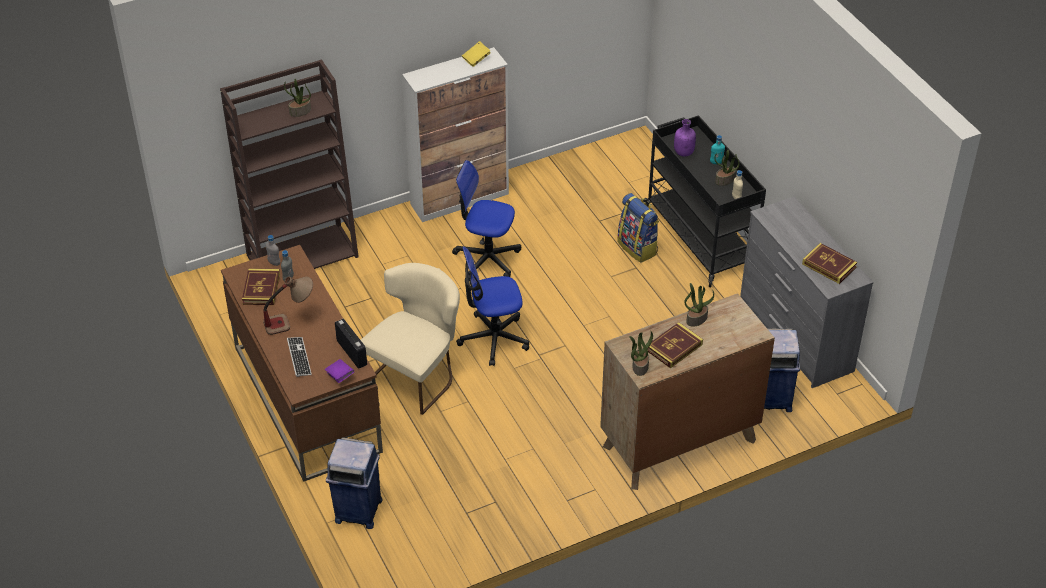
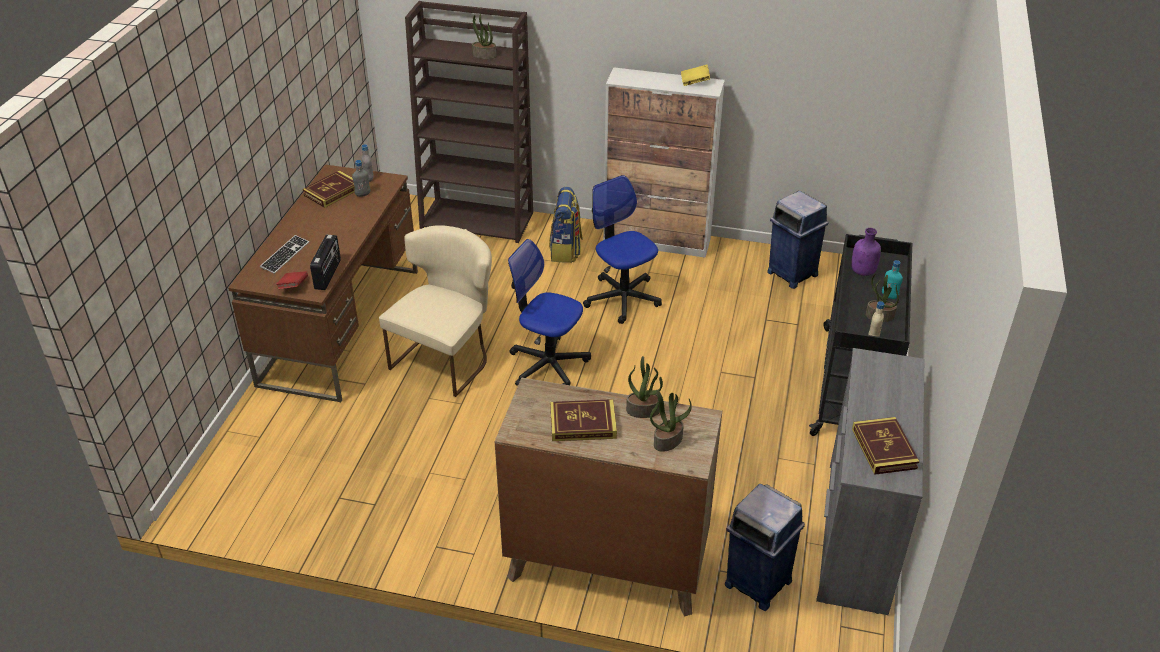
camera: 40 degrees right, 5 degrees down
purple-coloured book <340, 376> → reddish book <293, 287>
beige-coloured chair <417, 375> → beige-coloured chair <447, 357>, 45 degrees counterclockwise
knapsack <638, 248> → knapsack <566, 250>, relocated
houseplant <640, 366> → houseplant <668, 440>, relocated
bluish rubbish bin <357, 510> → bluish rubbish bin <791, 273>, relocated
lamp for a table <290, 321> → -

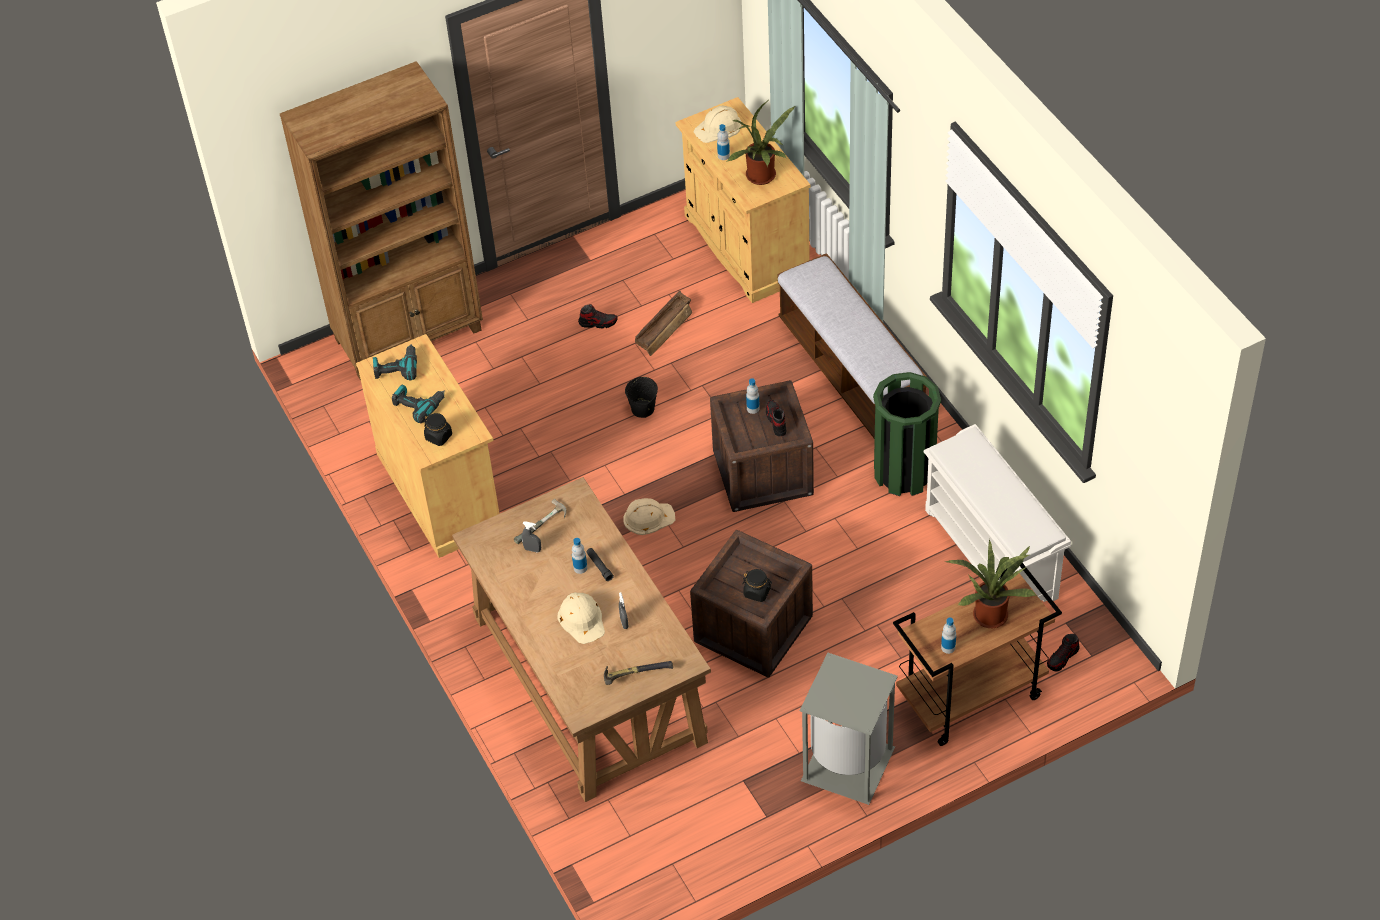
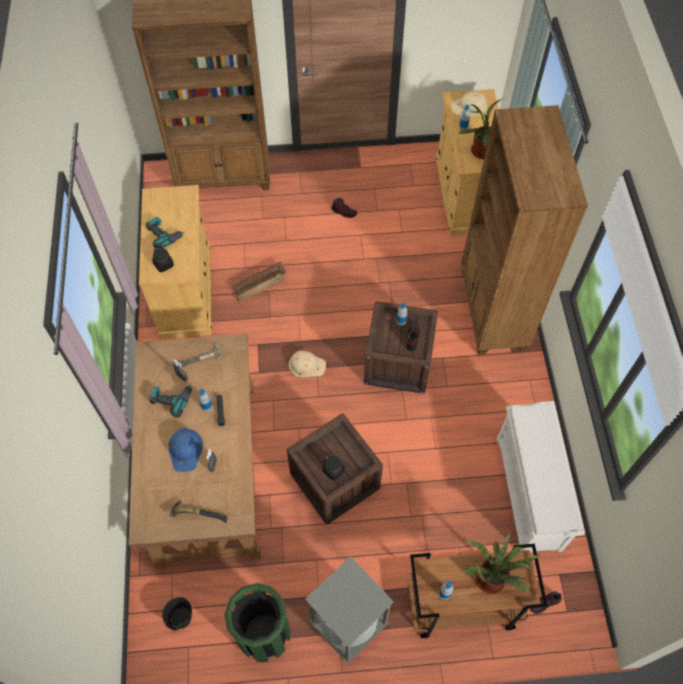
camera: 20 degrees right, 10 degrees up
electric drill <396, 367> → electric drill <172, 399>, relocated
black water bucket <643, 409> → black water bucket <181, 618>, relocated
beige-coloured work helmet <582, 619> → bluish work helmet <186, 449>
green-coloured rubbish bin <904, 472> → green-coloured rubbish bin <264, 634>, relocated
crate <665, 327> → crate <260, 284>, relocated
indoor bench <850, 372> → brown-coloured shelving unit <492, 311>

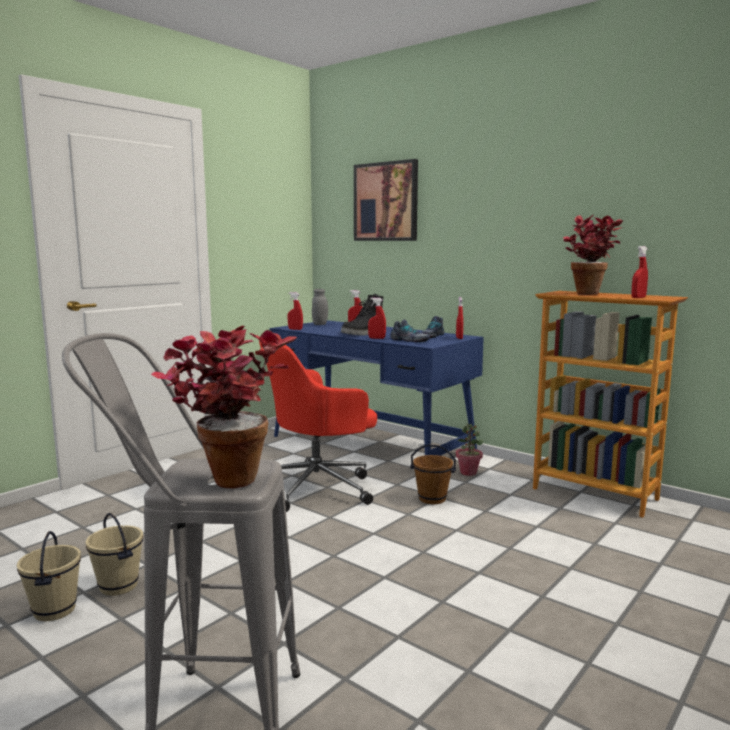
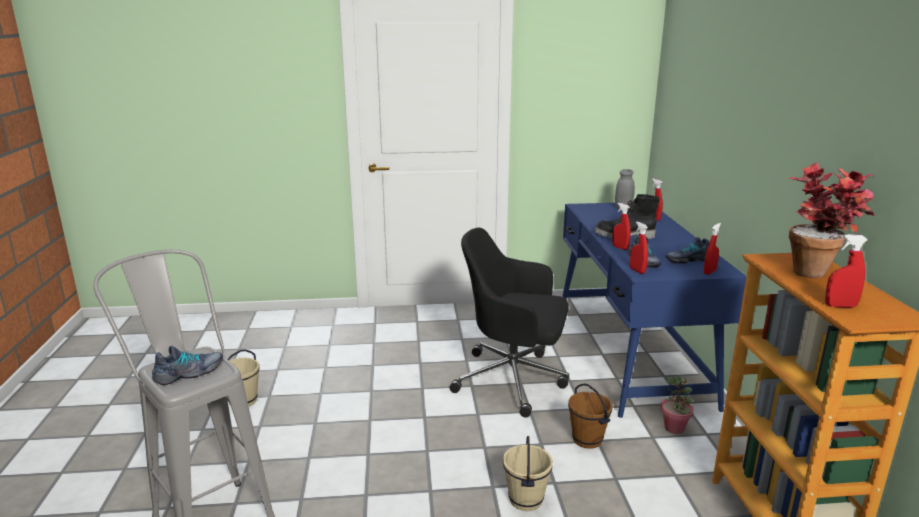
camera: 45 degrees right, 10 degrees up
houseplant <225, 476> → item of footwear <189, 373>
reddish office chair <318, 487> → black office chair <513, 380>
beige-coloured water bucket <119, 586> → beige-coloured water bucket <526, 500>, relocated
reddish sprayer <295, 329> → reddish sprayer <637, 271>, relocated
picture <386, 202> → -

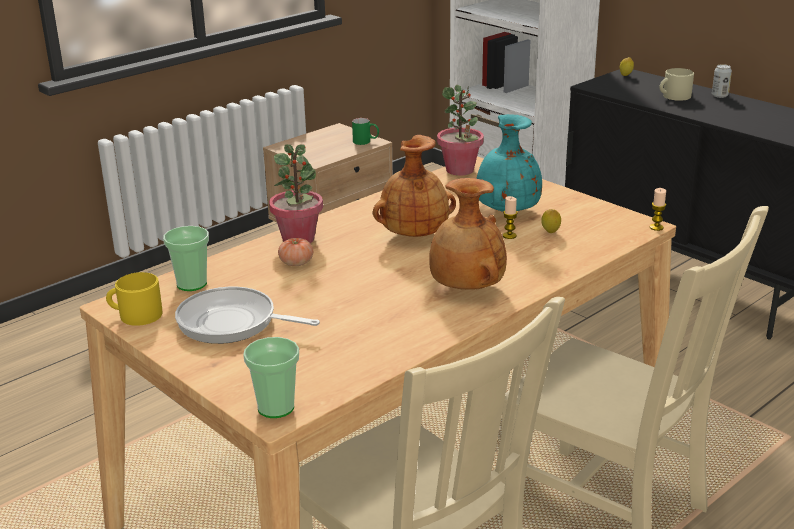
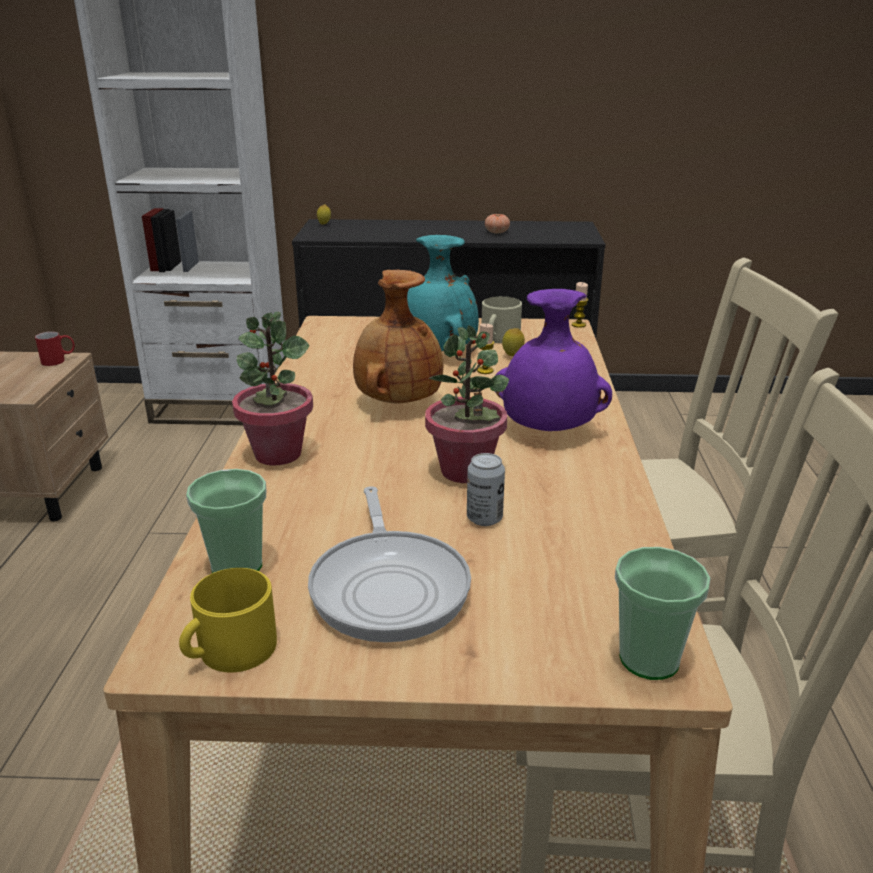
camera: 45 degrees left, 0 degrees up
green-coloured tea mug <366, 142> → reddish tea mug <59, 360>
pan <232, 323> → pan <389, 586>, 75 degrees counterclockwise
houseplant <460, 170> → houseplant <465, 471>, relocated
metal can <719, 95> → metal can <484, 518>, relocated
beige-coloured tea mug <673, 96> → beige-coloured tea mug <498, 338>, relocated
fresh tomato <296, 263> → fresh tomato <497, 232>, relocated
brown-coloured flower vase <466, 288> → purple-coloured flower vase <548, 430>

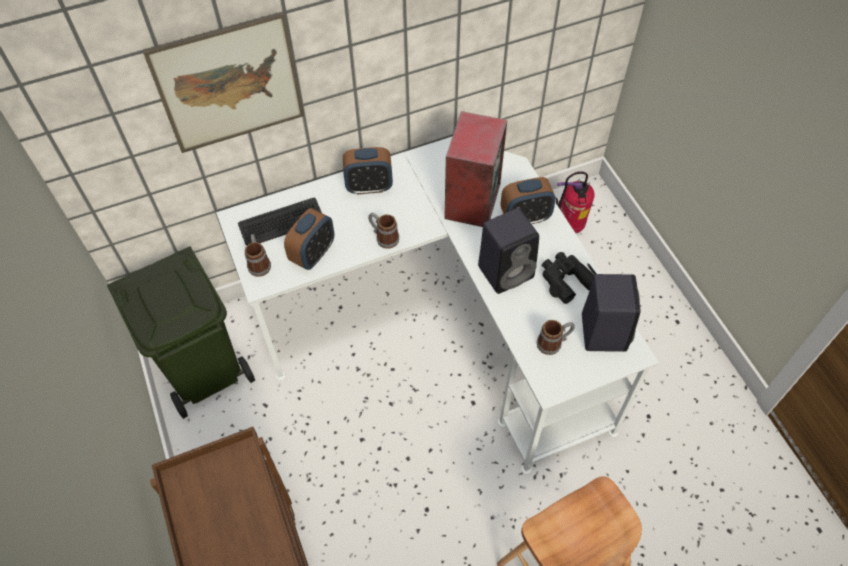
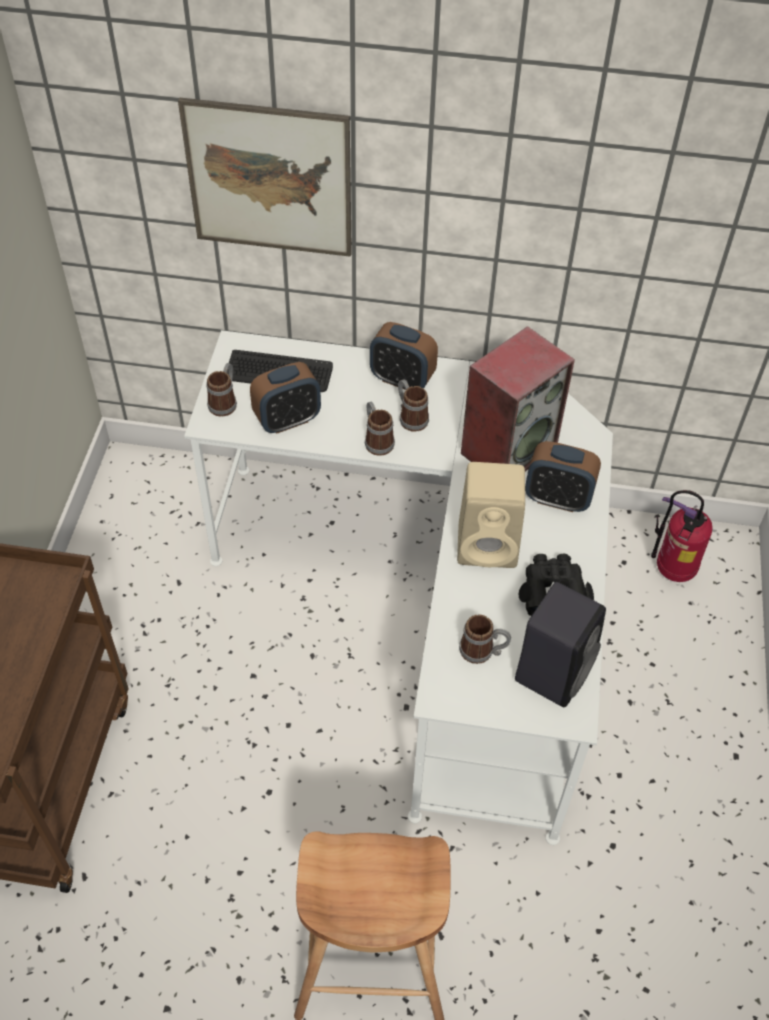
camera: 30 degrees right, 5 degrees down
- → tea mug <410, 417>
black audio speaker <507, 271> → beige-coloured audio speaker <489, 545>
green-coloured rubbish bin <206, 370> → -

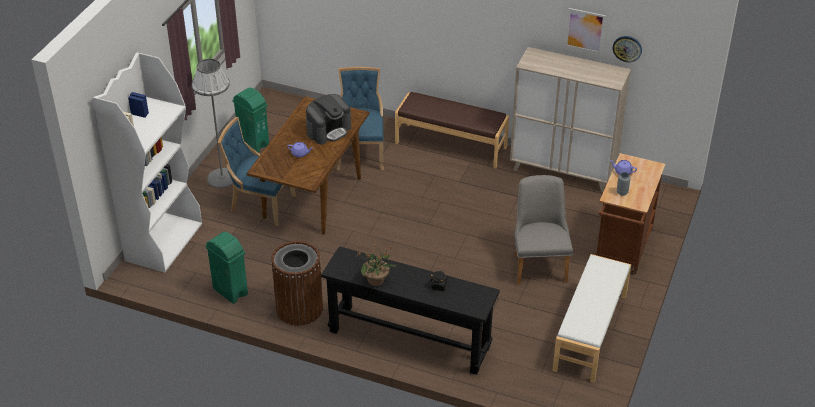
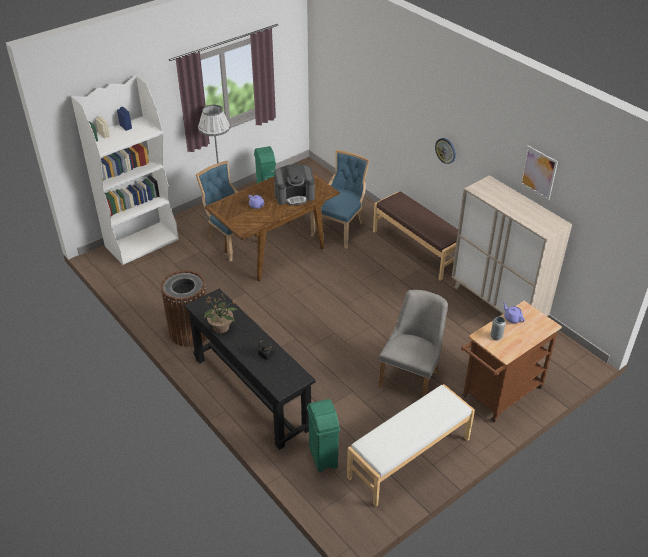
camera: 30 degrees right, 0 degrees up
green-coloured rubbish bin <230, 292> → green-coloured rubbish bin <323, 457>, relocated
hanging clock <627, 48> → hanging clock <446, 150>, relocated

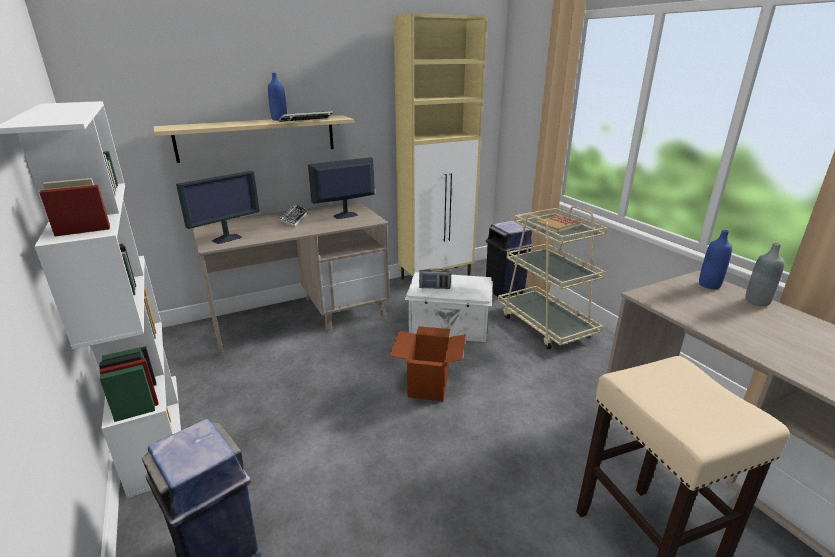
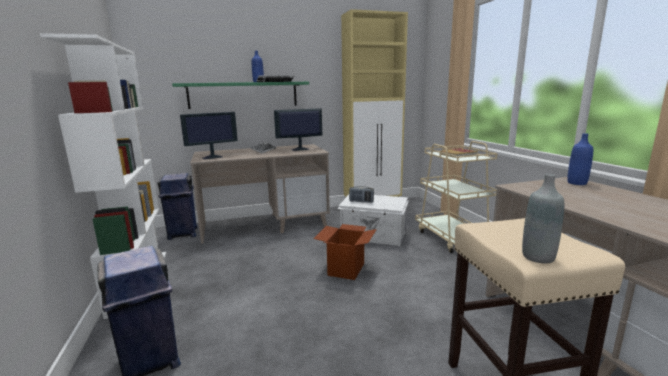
camera: 10 degrees right, 10 degrees down
bluish rubbish bin <504, 291> → bluish rubbish bin <182, 234>, relocated
beige-coloured shelf <257, 138> → green-coloured shelf <243, 95>
greyish drink bottle <757, 301> → greyish drink bottle <538, 257>, relocated

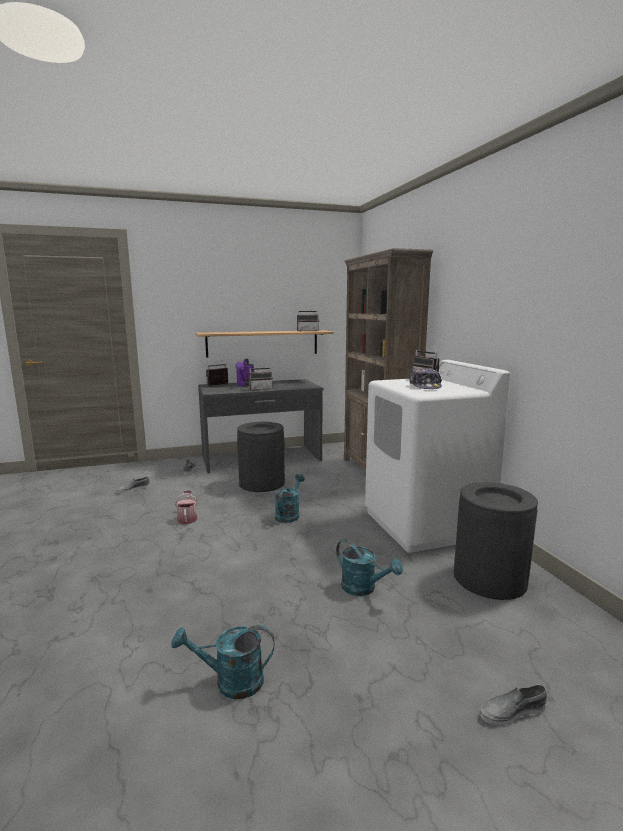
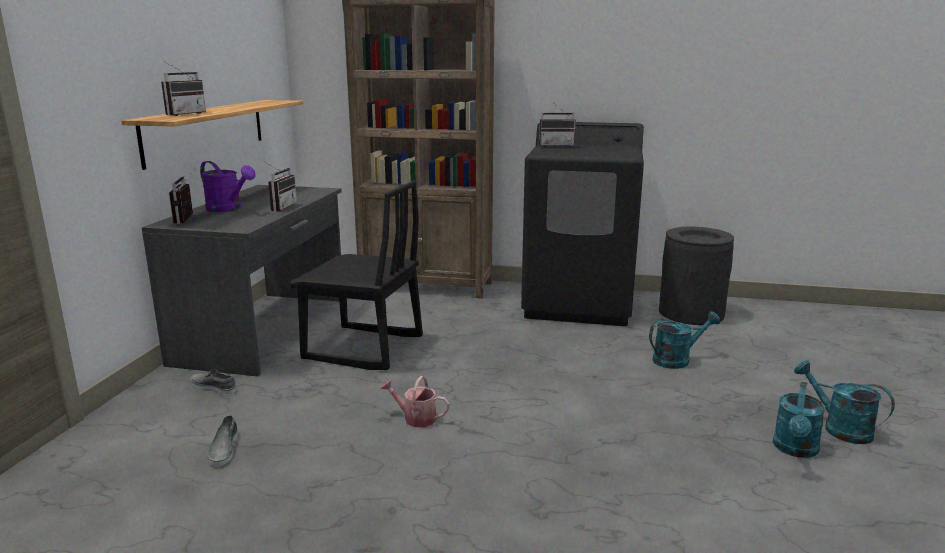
camera: 60 degrees left, 5 degrees up
radio set <307, 331> → radio set <183, 114>, relocated
black rubbish bin <261, 483> → black chair <363, 349>
white-coloured laundry machine <426, 524> → black laundry machine <579, 304>
turquoise-coloured watering pot <289, 514> → turquoise-coloured watering pot <839, 428>, relocated
cap <425, 386> → -
greyish item of footwear <512, 711> → -

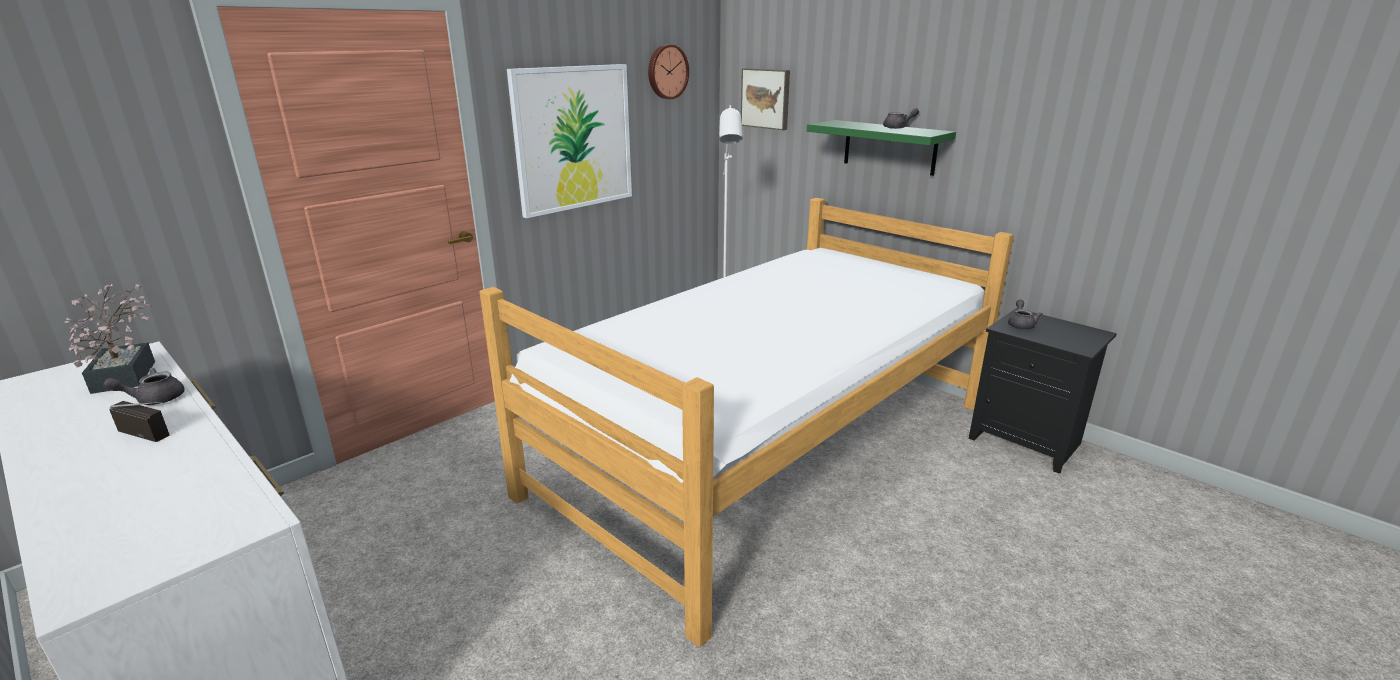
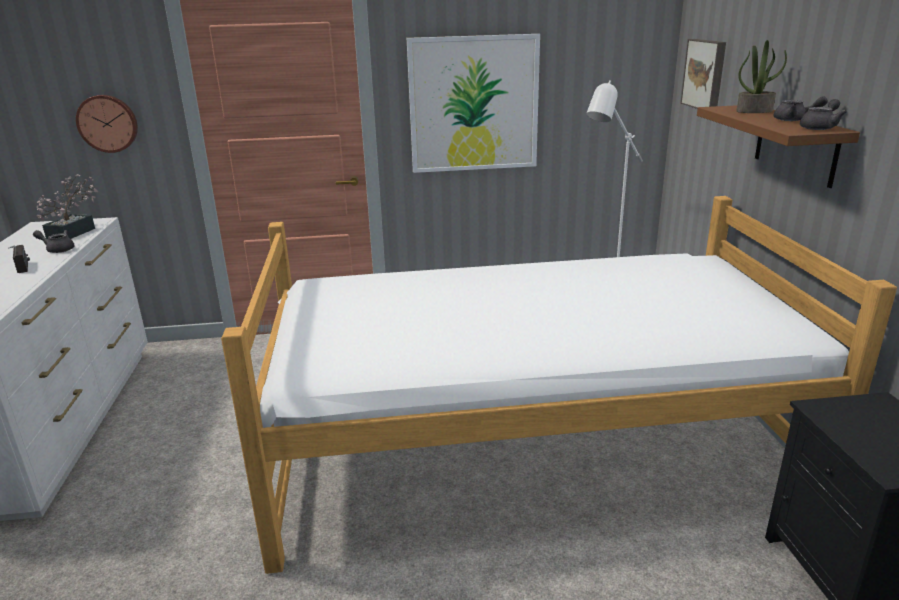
camera: 40 degrees right, 0 degrees up
hanging clock <667, 72> → hanging clock <108, 123>, relocated
green-coloured shelf <889, 147> → brown-coloured shelf <795, 144>
- → houseplant <754, 111>
greyish teapot <1021, 324> → greyish teapot <820, 127>, relocated

